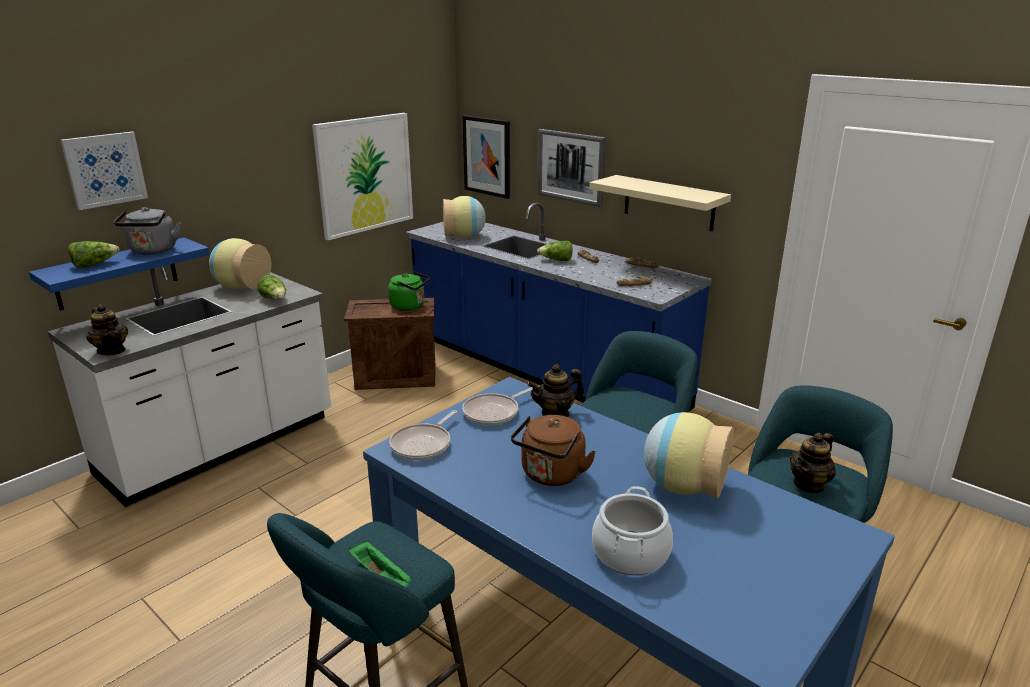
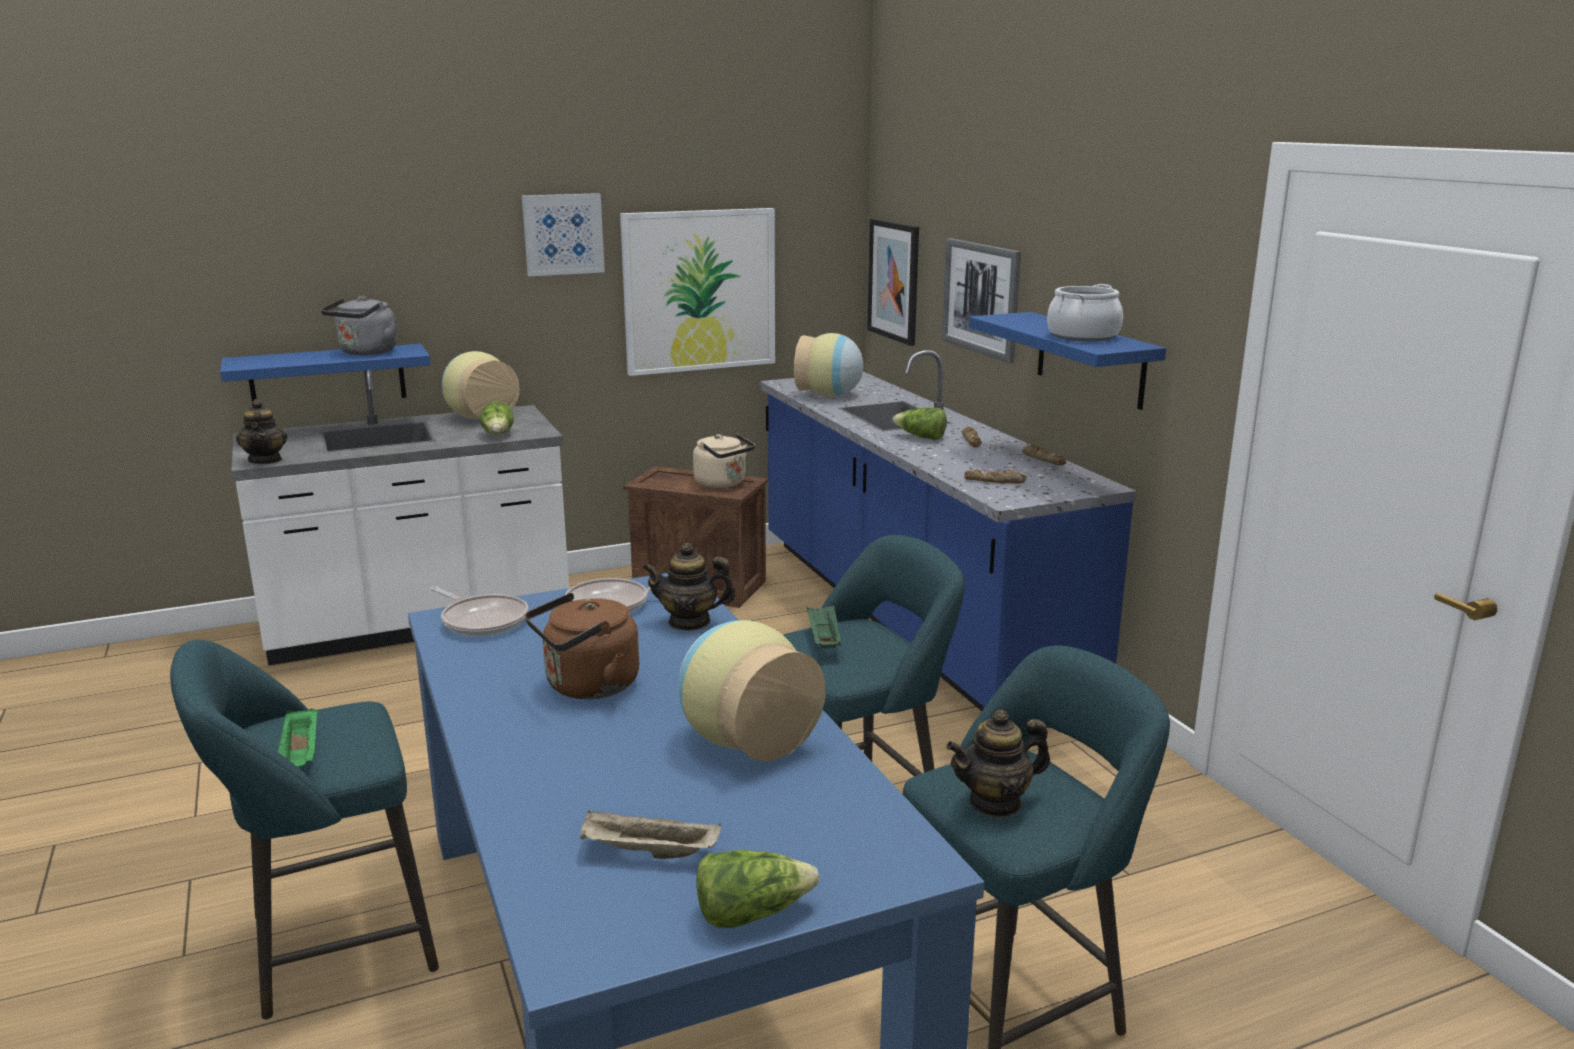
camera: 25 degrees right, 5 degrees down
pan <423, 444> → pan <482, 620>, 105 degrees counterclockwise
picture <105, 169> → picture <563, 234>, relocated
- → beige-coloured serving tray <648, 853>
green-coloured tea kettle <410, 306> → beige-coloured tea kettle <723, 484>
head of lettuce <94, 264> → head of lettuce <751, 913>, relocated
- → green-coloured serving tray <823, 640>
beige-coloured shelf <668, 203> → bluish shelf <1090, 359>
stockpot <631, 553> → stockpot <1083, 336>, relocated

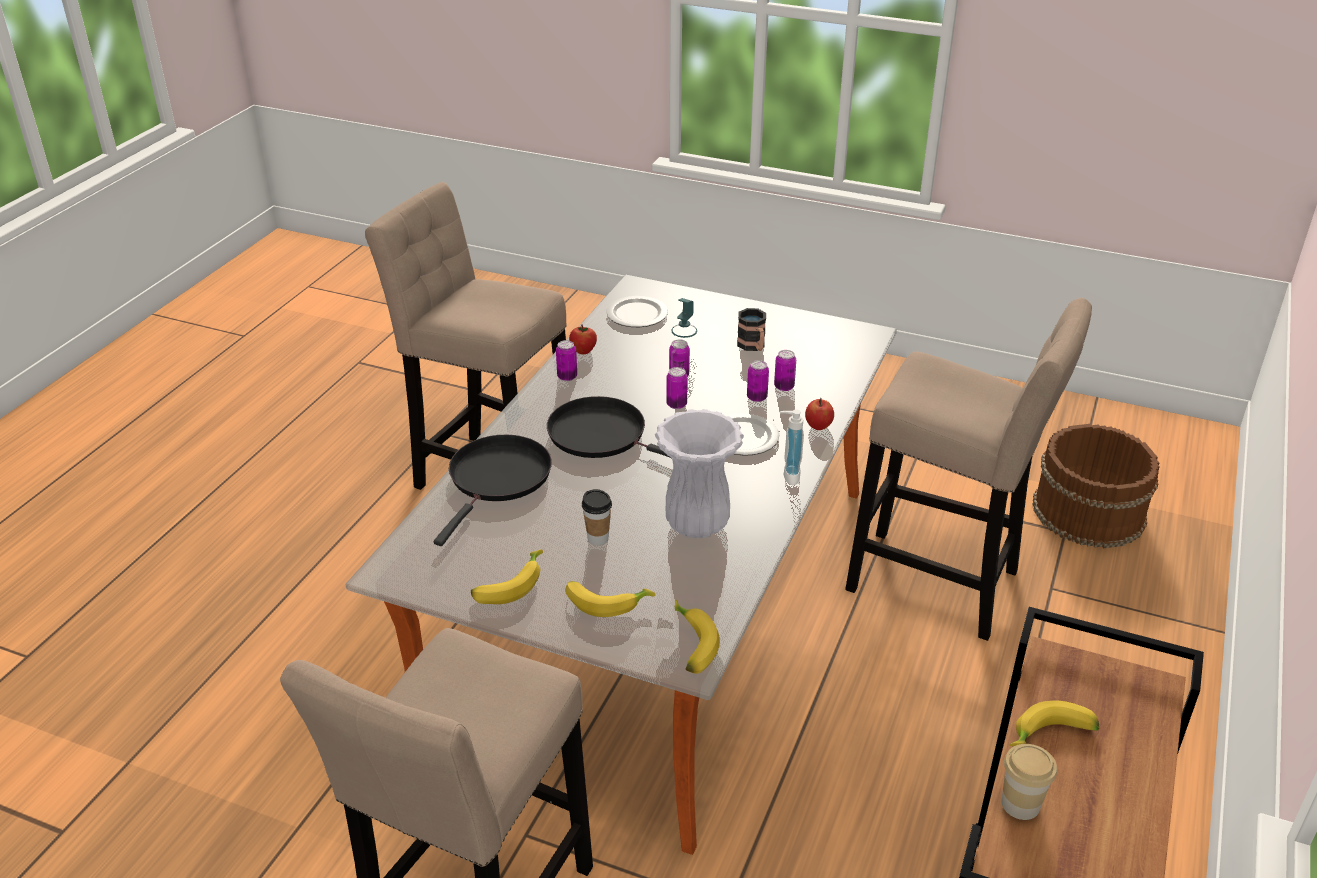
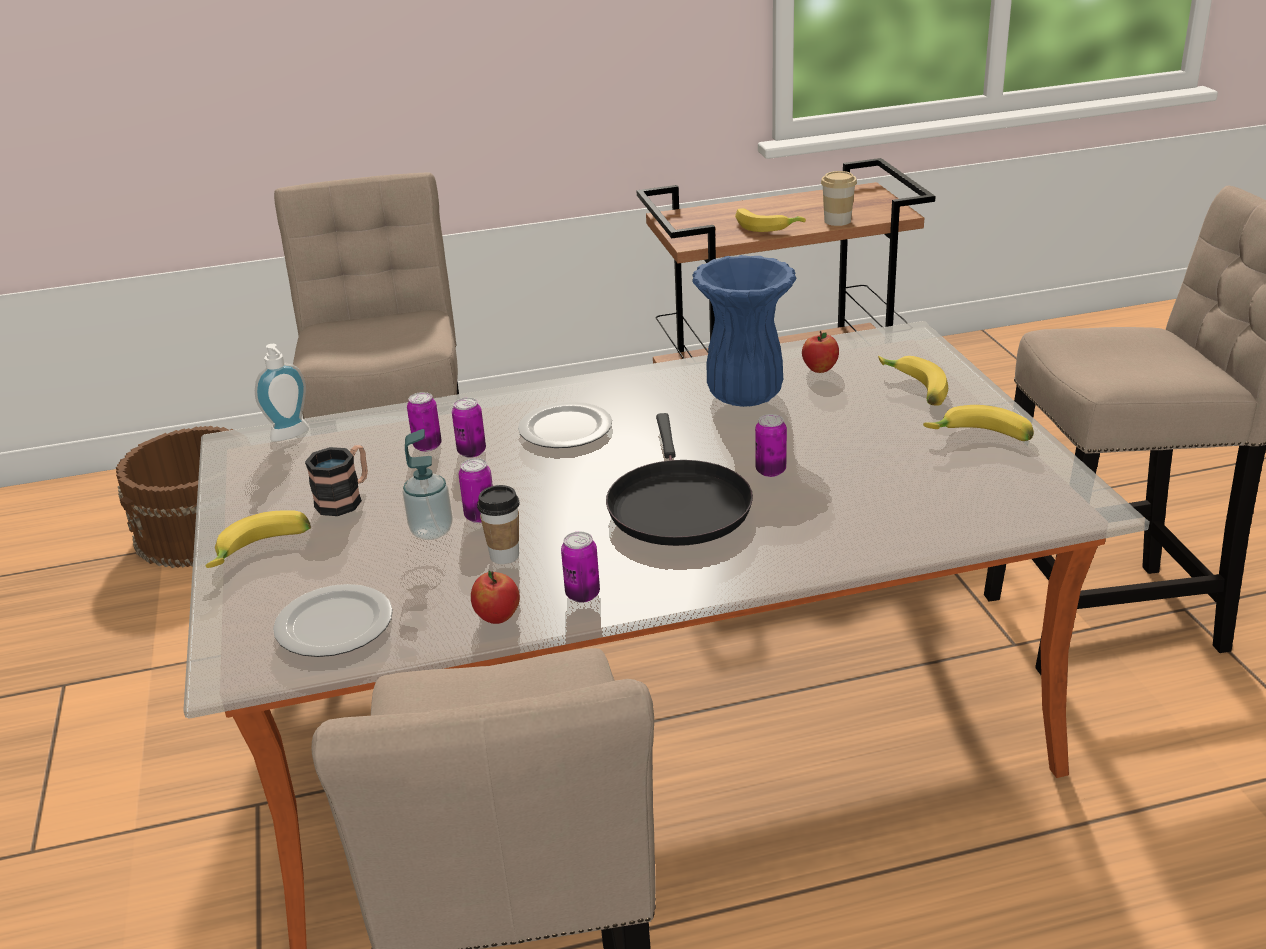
camera: 125 degrees left, 5 degrees down
banana fruit <690, 645> → banana fruit <262, 551>, relocated
soap dispenser <787, 475> → soap dispenser <291, 436>, relocated
cup <598, 539> → cup <504, 556>, relocated
white-coloured flower vase <698, 523> → bluish flower vase <743, 396>
metal can <676, 404> → metal can <770, 471>, relocated
apple fruit <818, 426> → apple fruit <819, 369>, relocated
black pan <497, 479> → -

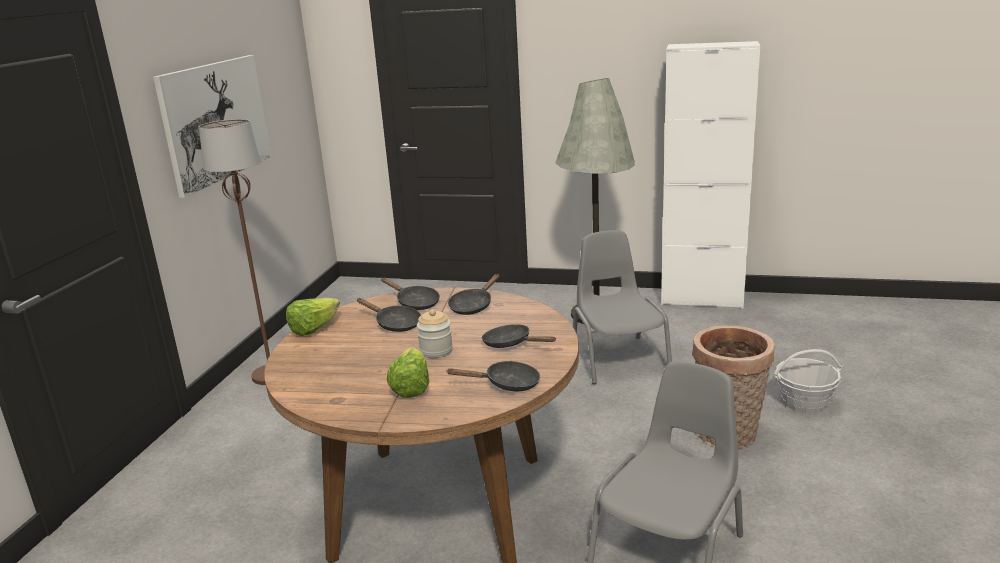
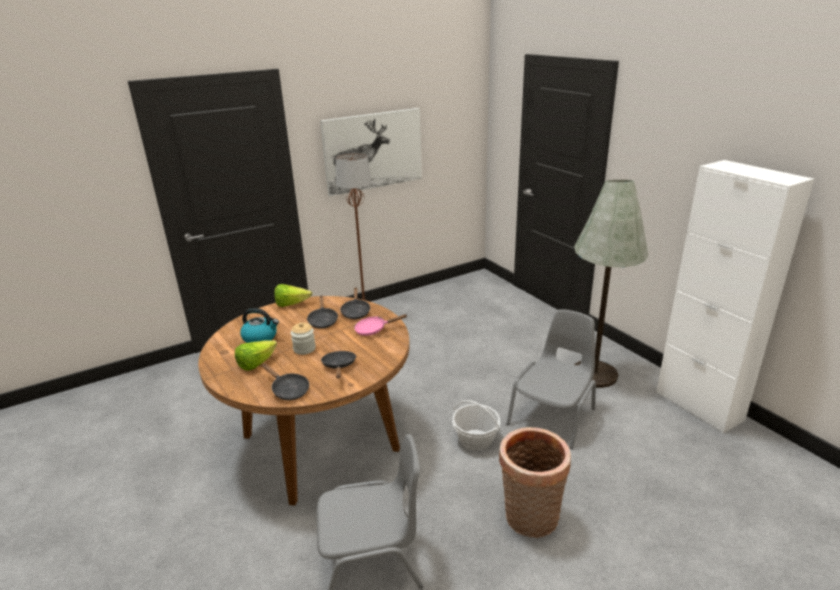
camera: 45 degrees right, 5 degrees up
- → tea kettle <260, 338>
black pan <473, 306> → pink-coloured pan <374, 329>
storage basket <804, 402> → storage basket <475, 440>, relocated

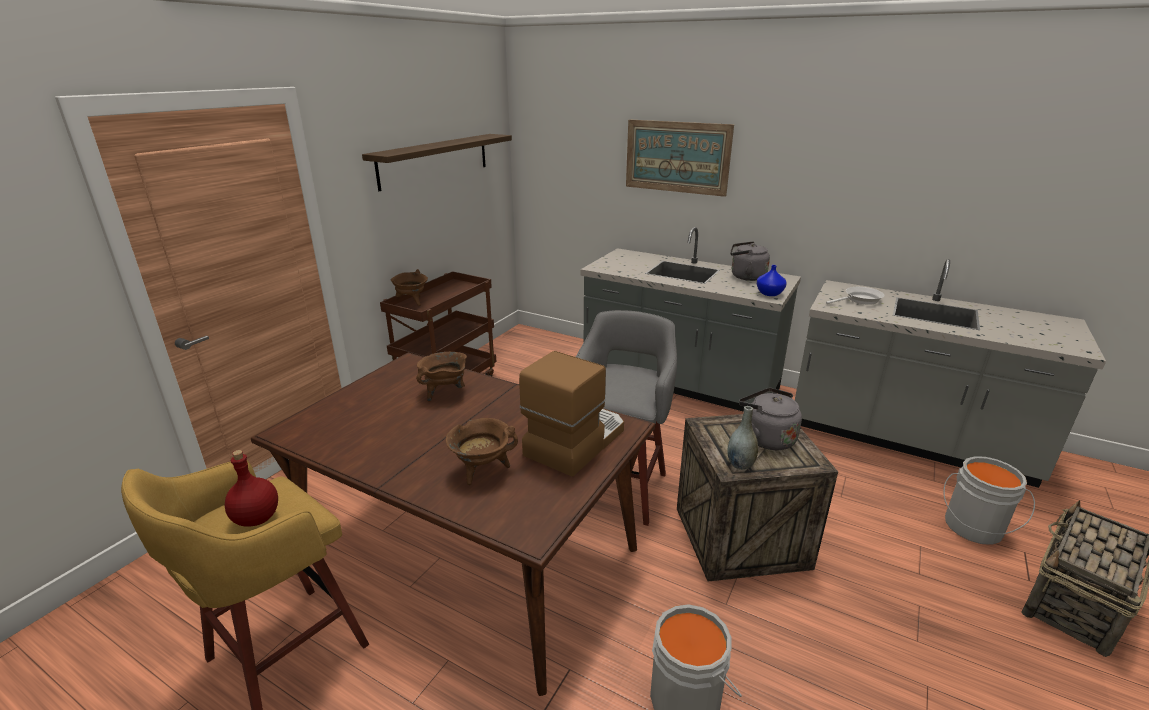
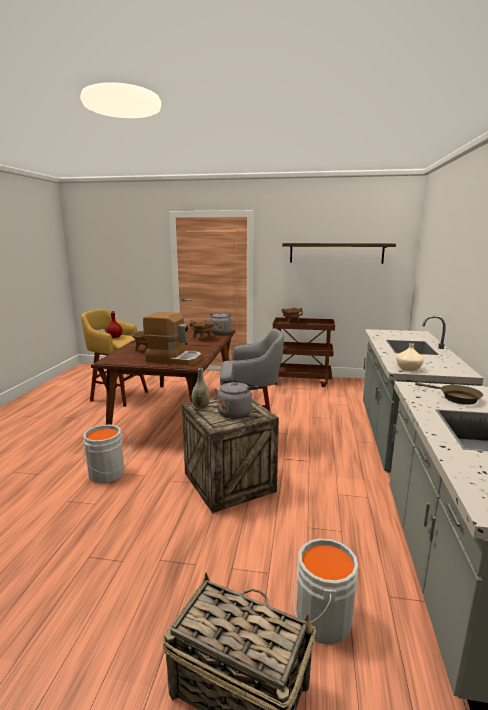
camera: 70 degrees right, 10 degrees down
greyish tea kettle <745, 277> → greyish tea kettle <220, 332>, relocated
bluish flower vase <770, 293> → beige-coloured flower vase <409, 369>
white-coloured pan <860, 300> → brown-coloured pan <456, 398>
picture <677, 157> → -

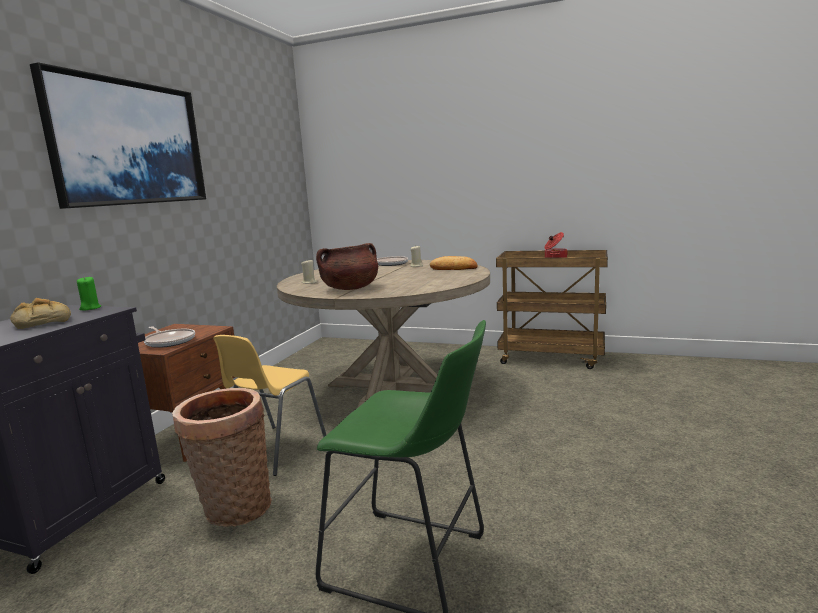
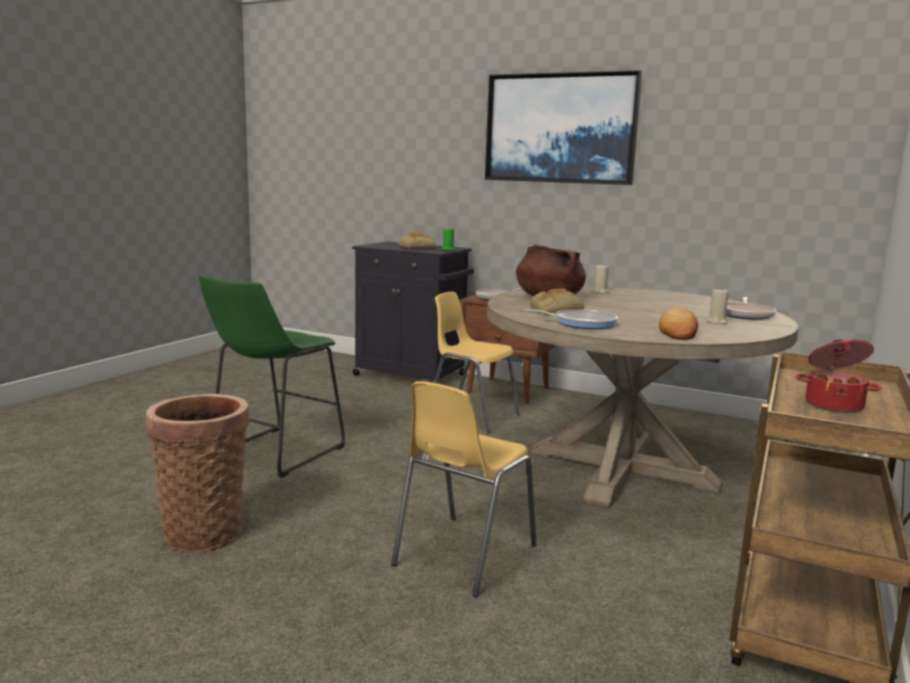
camera: 95 degrees right, 0 degrees up
storage basket <233, 508> → storage basket <204, 531>, relocated
- → yellow-coloured chair <462, 555>
- → pan <581, 323>
- → bakery bread <556, 310>

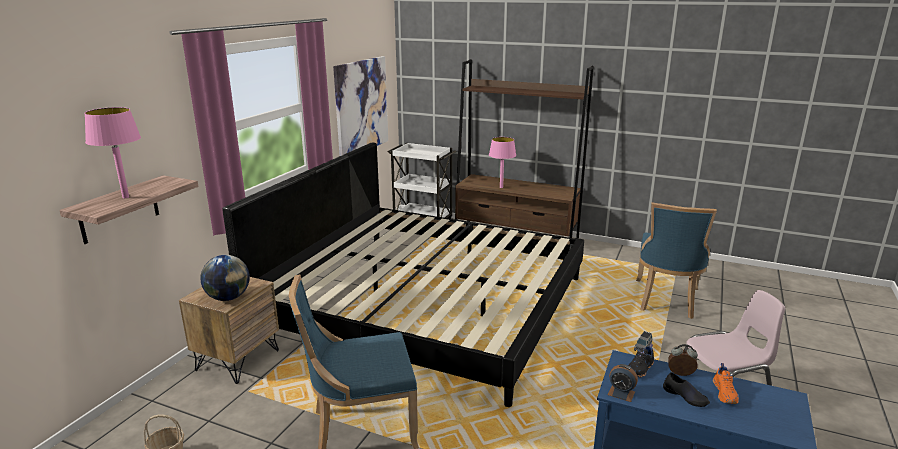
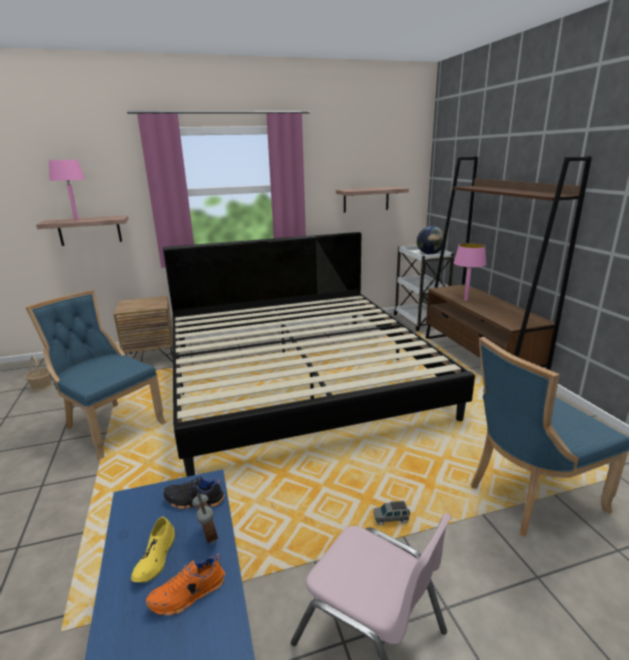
camera: 50 degrees right, 0 degrees up
black item of footwear <685, 396> → yellow-coloured item of footwear <155, 558>
picture <361, 106> → shelf <366, 199>
world globe <228, 298> → world globe <429, 254>, relocated
alarm clock <621, 393> → -

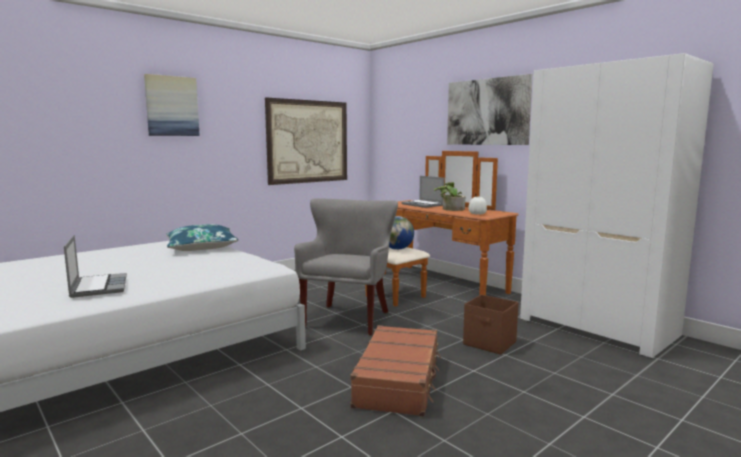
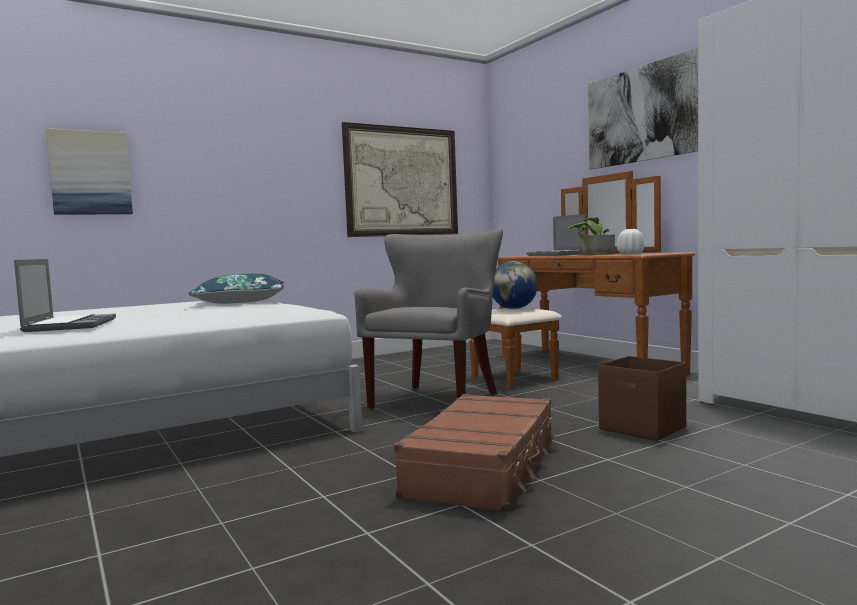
camera: 10 degrees right, 5 degrees down
picture <172, 106> → picture <90, 173>, relocated

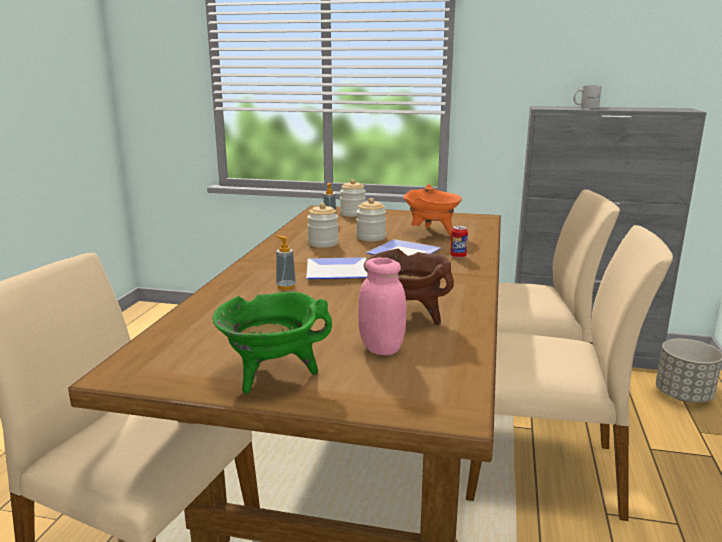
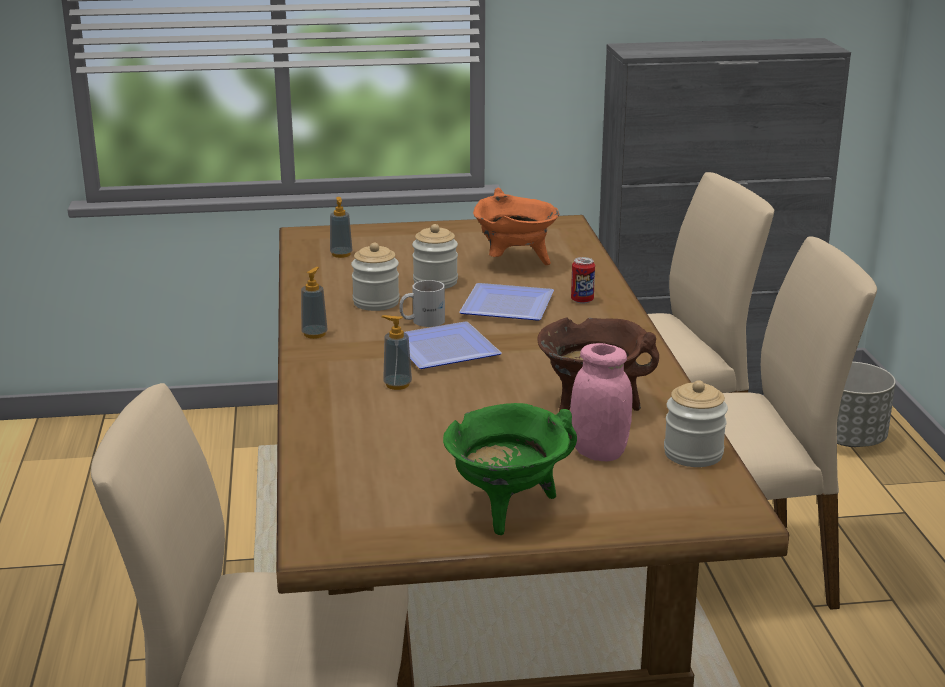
camera: 20 degrees left, 5 degrees up
- → soap dispenser <314, 334>
white-coloured tea mug <585, 107> → white-coloured tea mug <422, 320>, relocated
preserve jar <352, 214> → preserve jar <693, 454>, relocated

